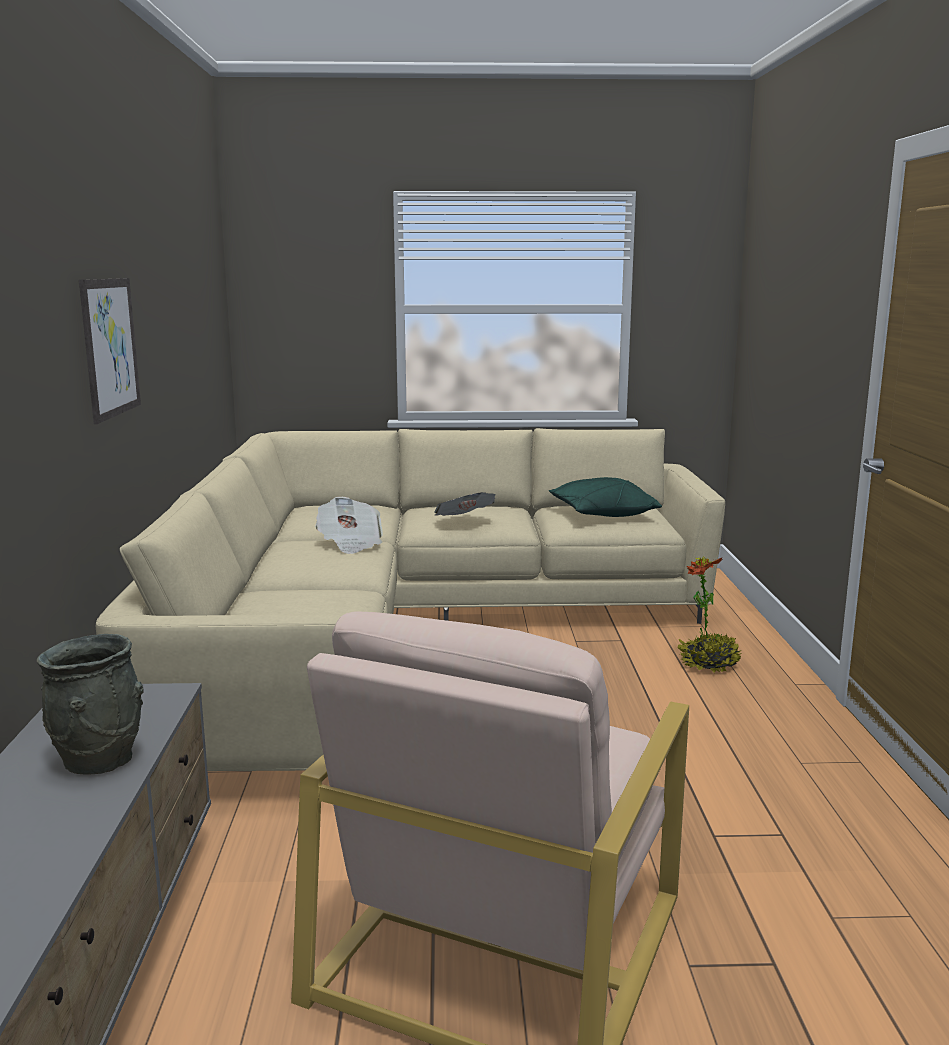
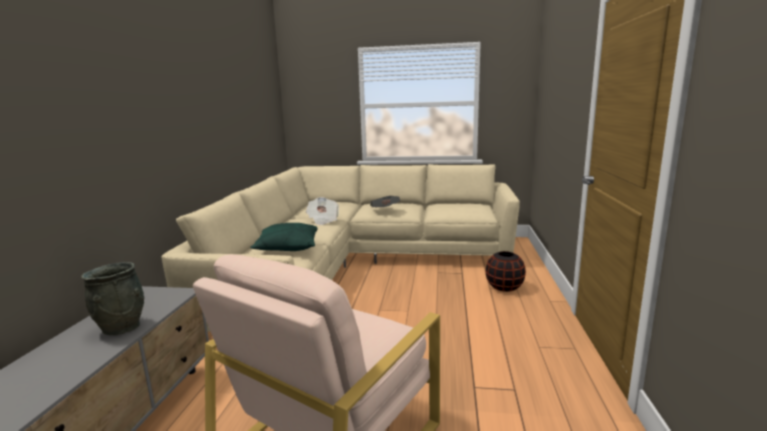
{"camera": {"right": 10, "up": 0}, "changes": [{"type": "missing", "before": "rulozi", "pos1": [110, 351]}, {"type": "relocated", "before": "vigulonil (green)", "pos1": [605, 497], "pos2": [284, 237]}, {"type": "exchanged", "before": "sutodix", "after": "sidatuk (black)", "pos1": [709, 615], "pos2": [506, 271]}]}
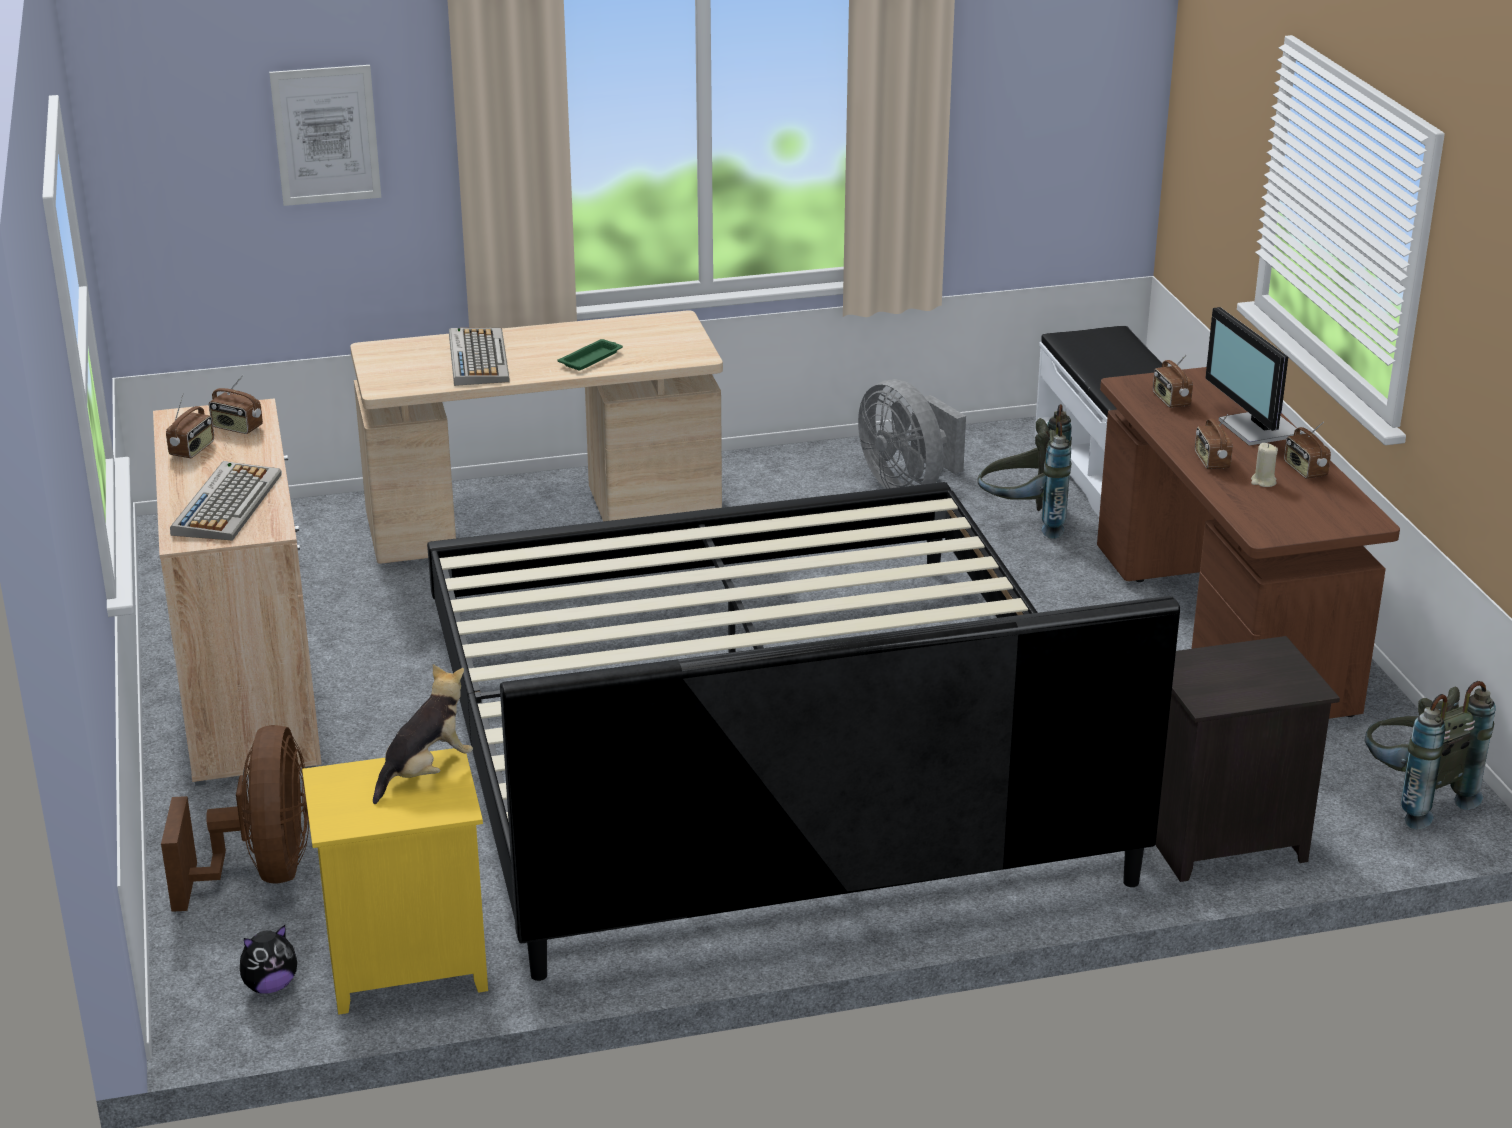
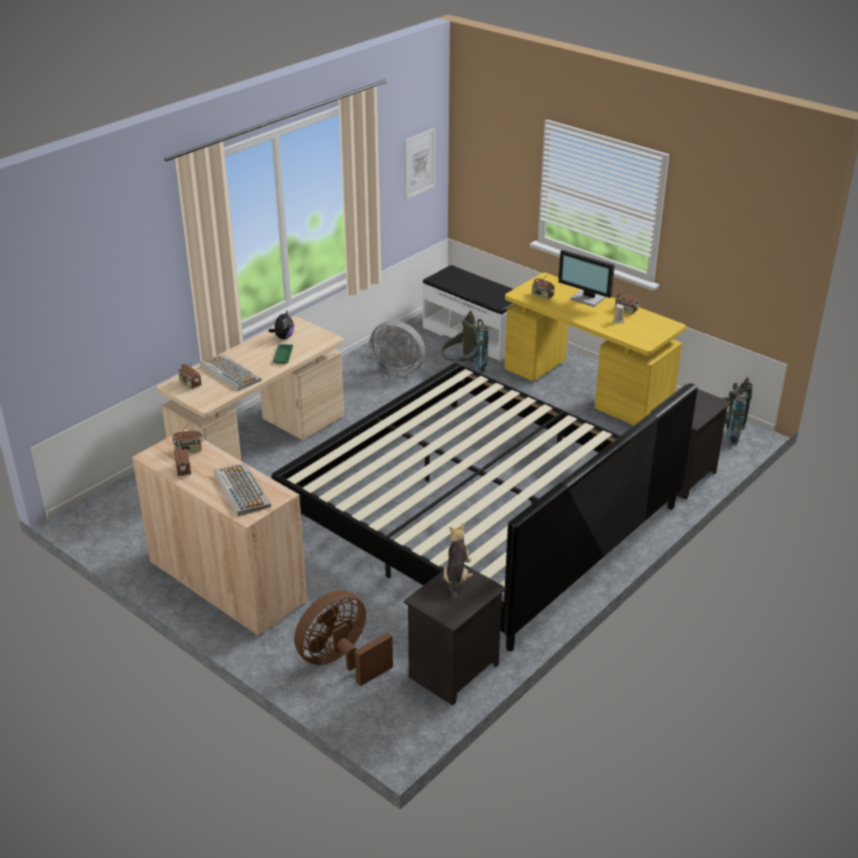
{"camera": {"right": -35, "up": 5}, "changes": [{"type": "spun", "before": "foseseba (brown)", "pos1": [235, 818], "pos2": [343, 638], "turn": -90}, {"type": "relocated", "before": "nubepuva", "pos1": [268, 959], "pos2": [281, 324]}, {"type": "relocated", "before": "rulozi", "pos1": [325, 135], "pos2": [420, 164]}, {"type": "colour", "before": "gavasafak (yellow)", "after": "gavasafak (black)", "pos1": [395, 881], "pos2": [455, 635]}, {"type": "colour", "before": "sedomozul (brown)", "after": "sedomozul (yellow)", "pos1": [1248, 543], "pos2": [595, 349]}, {"type": "relocated", "before": "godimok", "pos1": [1214, 441], "pos2": [189, 375]}]}
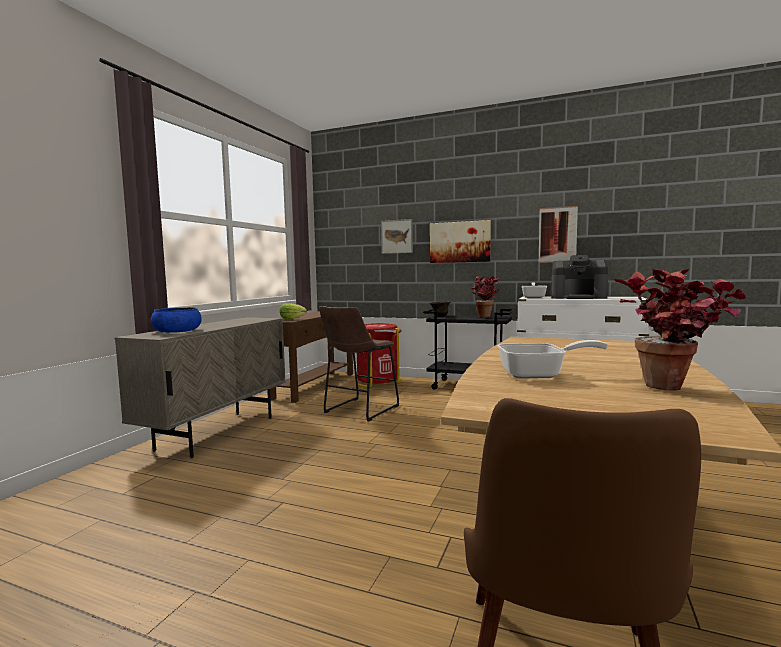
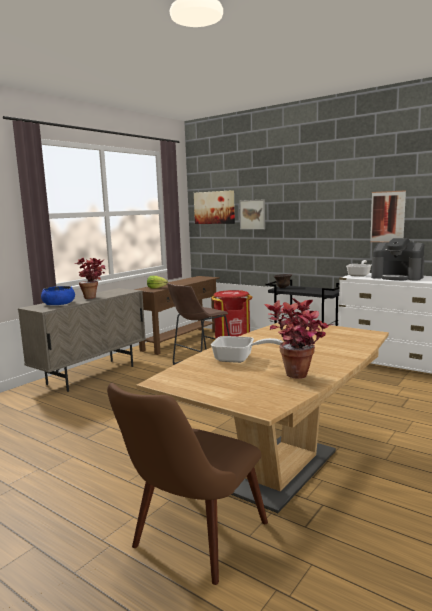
{"camera": {"right": 15, "up": 5}, "changes": [{"type": "relocated", "before": "rulozi", "pos1": [460, 241], "pos2": [214, 207]}, {"type": "relocated", "before": "sutodix", "pos1": [485, 297], "pos2": [89, 278]}]}
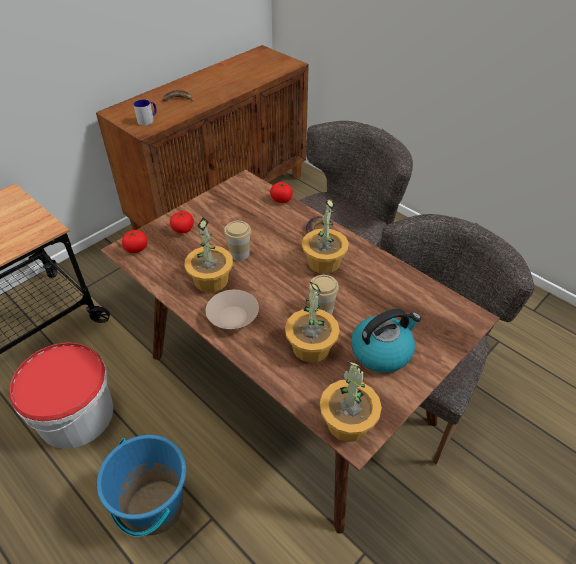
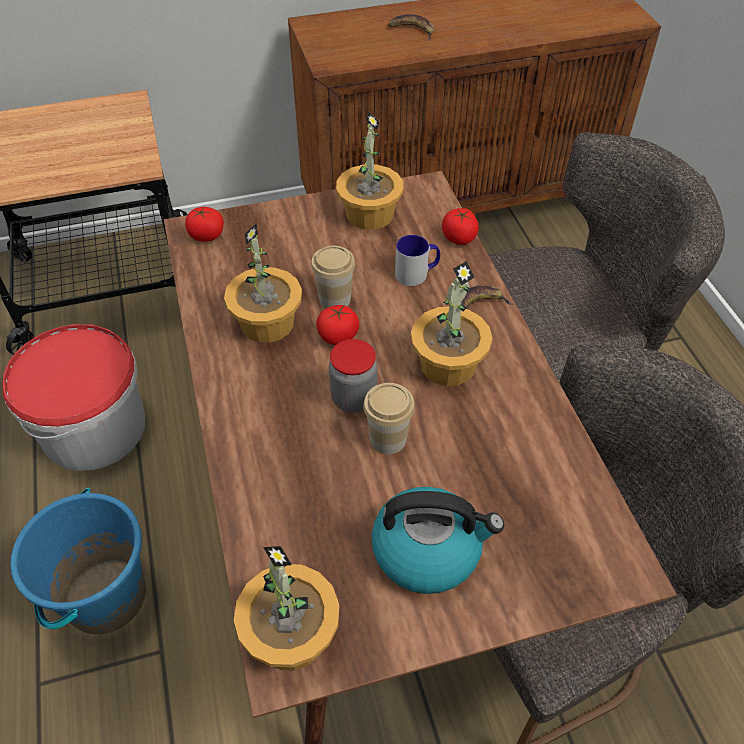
{"camera": {"right": 30, "up": 5}, "changes": [{"type": "relocated", "before": "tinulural", "pos1": [145, 112], "pos2": [417, 260]}, {"type": "relocated", "before": "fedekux", "pos1": [182, 222], "pos2": [337, 325]}, {"type": "missing", "before": "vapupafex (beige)", "pos1": [232, 309]}, {"type": "relocated", "before": "sutodix", "pos1": [312, 322], "pos2": [369, 171]}, {"type": "appeared", "after": "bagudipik", "pos2": [353, 376]}]}
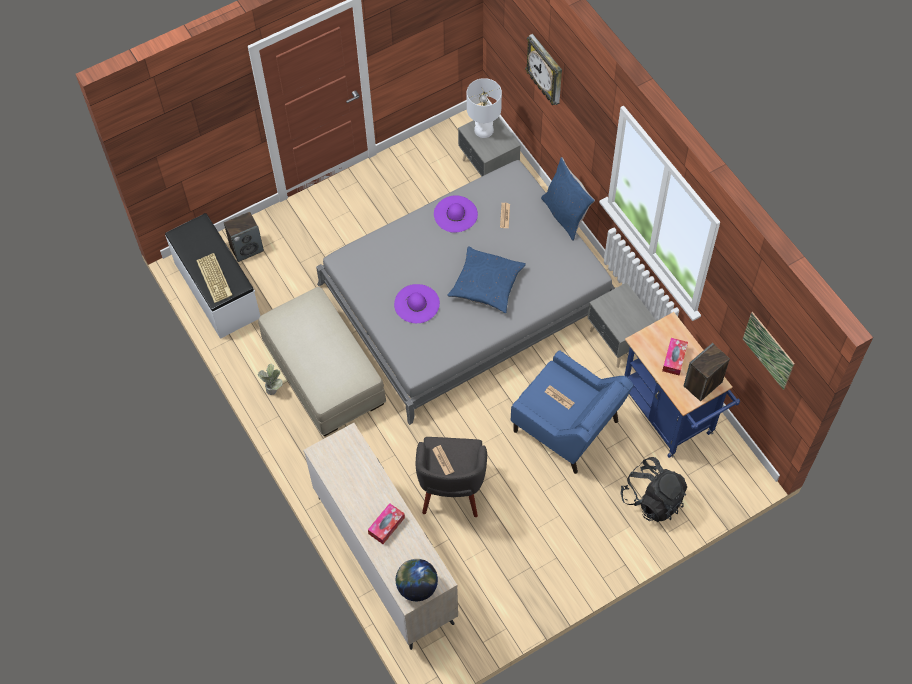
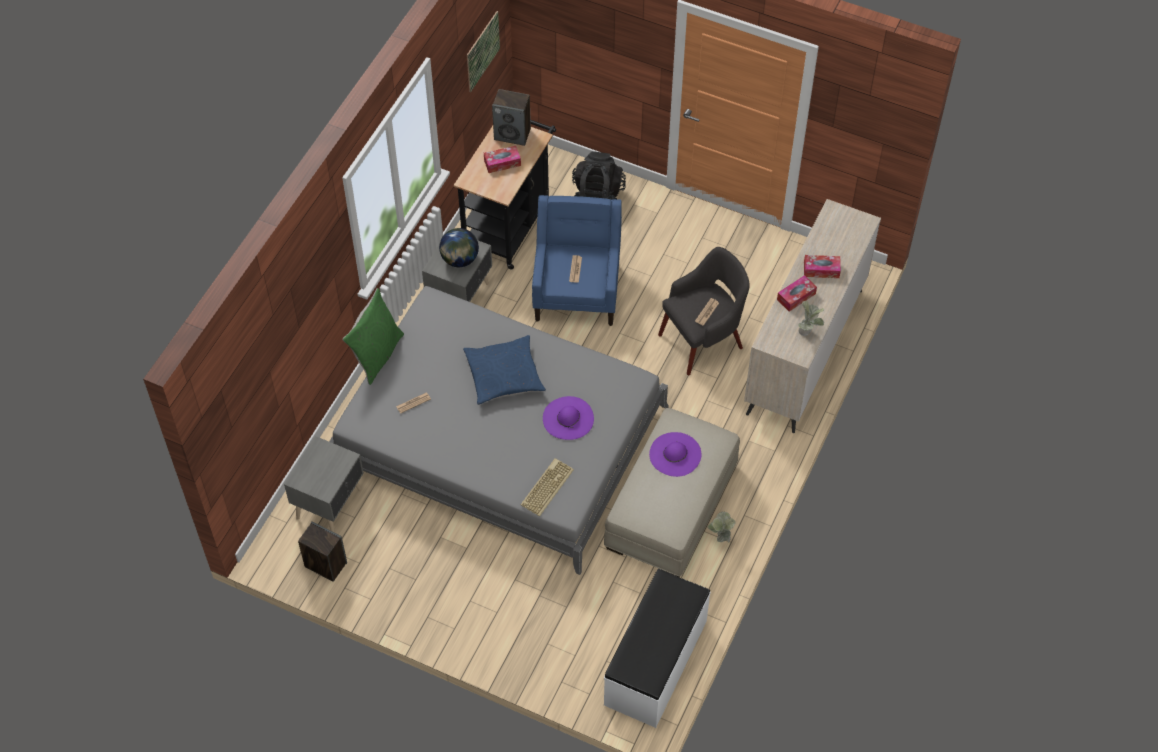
{"camera": {"right": -125, "up": -5}, "changes": [{"type": "relocated", "before": "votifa", "pos1": [214, 278], "pos2": [547, 487]}, {"type": "relocated", "before": "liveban", "pos1": [244, 237], "pos2": [322, 551]}, {"type": "relocated", "before": "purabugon", "pos1": [417, 580], "pos2": [459, 247]}, {"type": "relocated", "before": "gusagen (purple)", "pos1": [456, 214], "pos2": [675, 454]}, {"type": "missing", "before": "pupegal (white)", "pos1": [484, 108]}, {"type": "missing", "before": "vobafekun", "pos1": [543, 69]}, {"type": "colour", "before": "vigulonil (blue)", "after": "vigulonil (green)", "pos1": [568, 199], "pos2": [373, 336]}, {"type": "colour", "before": "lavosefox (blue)", "after": "lavosefox (black)", "pos1": [682, 385], "pos2": [505, 195]}, {"type": "appeared", "after": "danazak", "pos2": [797, 293]}, {"type": "appeared", "after": "sutodix", "pos2": [811, 318]}]}
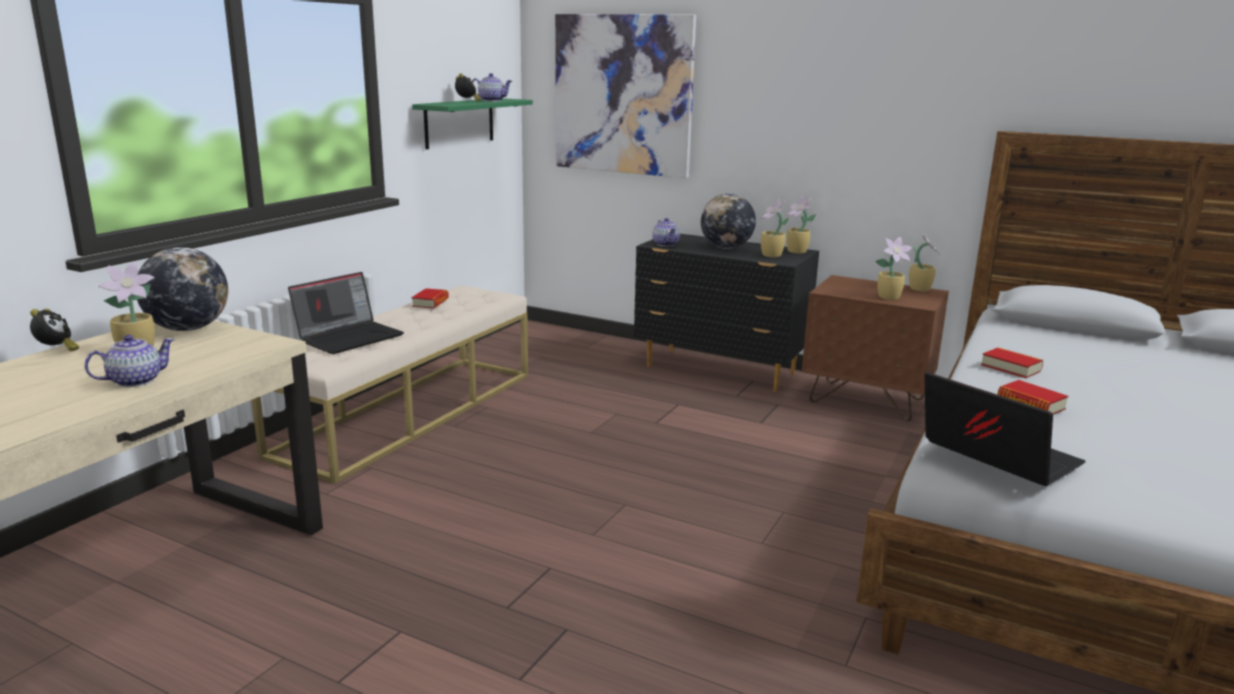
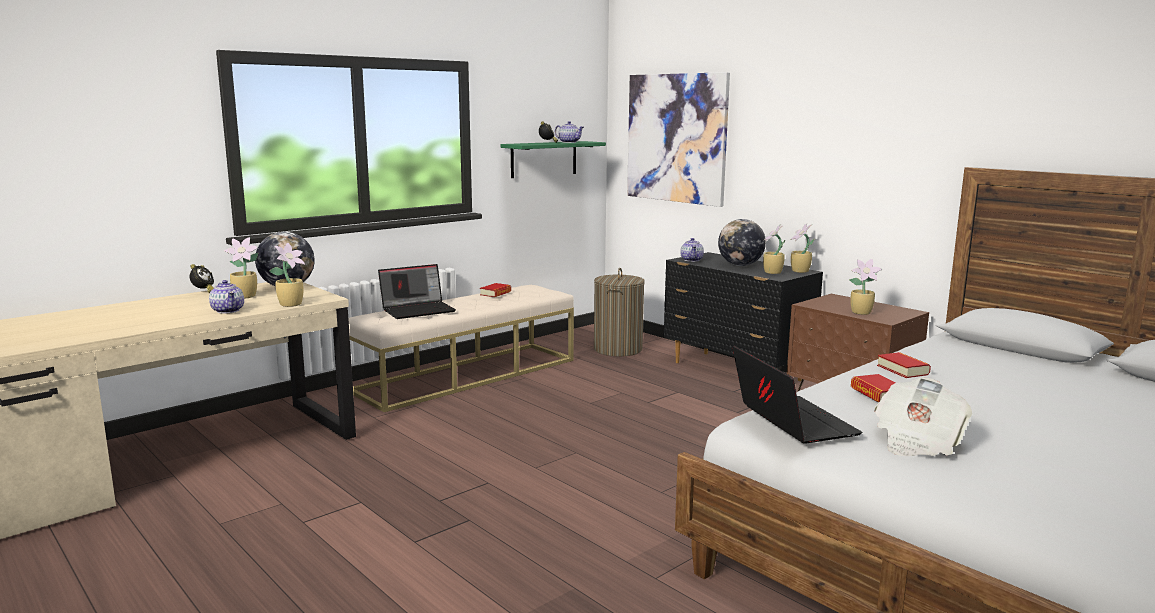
{"camera": {"right": 20, "up": -5}, "changes": [{"type": "spun", "before": "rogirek", "pos1": [129, 361], "pos2": [226, 297], "turn": 75}, {"type": "relocated", "before": "sutodix", "pos1": [924, 260], "pos2": [287, 275]}, {"type": "appeared", "after": "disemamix", "pos2": [619, 312]}, {"type": "appeared", "after": "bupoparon", "pos2": [923, 417]}]}
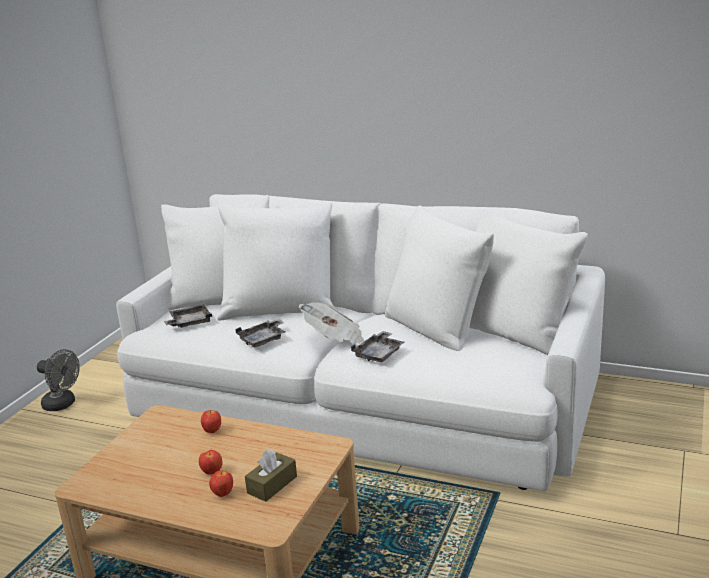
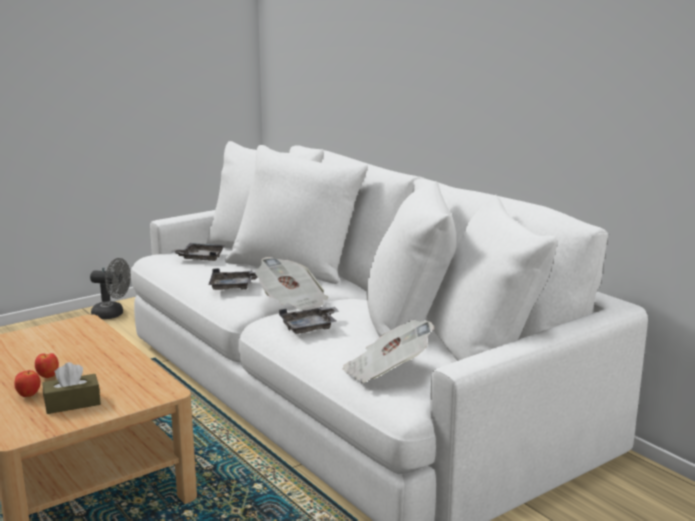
{"camera": {"right": 30, "up": -5}, "changes": [{"type": "spun", "before": "foseseba (grey)", "pos1": [58, 380], "pos2": [110, 288], "turn": -45}, {"type": "missing", "before": "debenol", "pos1": [211, 421]}, {"type": "appeared", "after": "bupoparon", "pos2": [388, 351]}]}
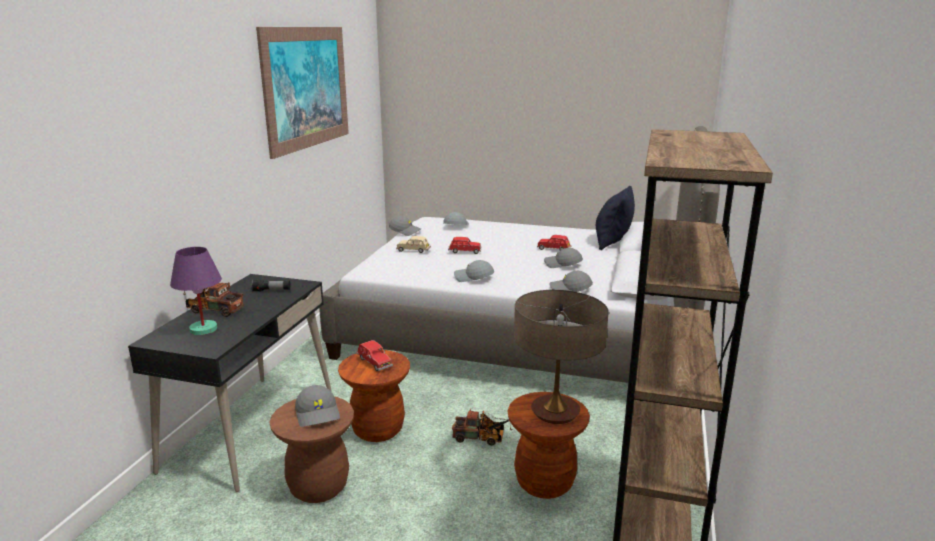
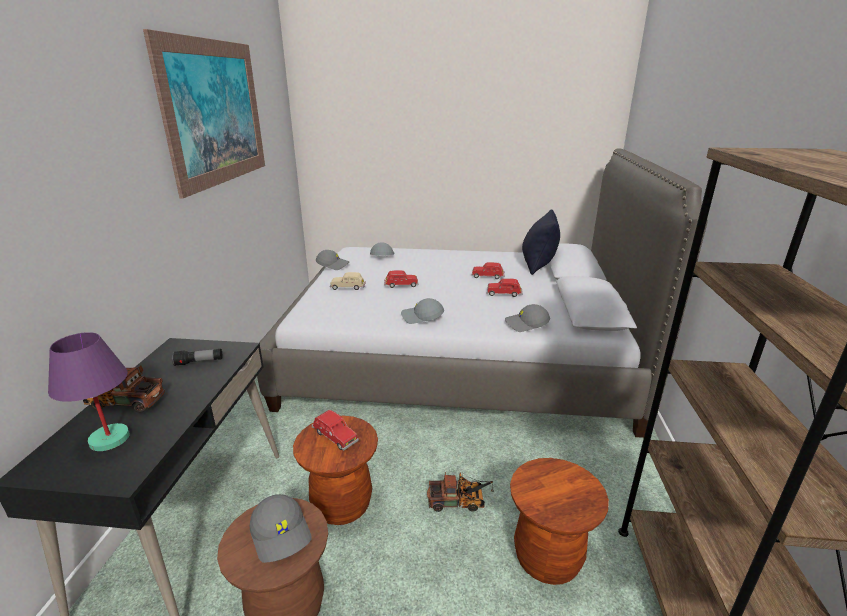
{"camera": {"right": -10, "up": 5}, "changes": [{"type": "missing", "before": "pupegal", "pos1": [561, 357]}, {"type": "exchanged", "before": "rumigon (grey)", "after": "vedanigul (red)", "pos1": [563, 258], "pos2": [505, 287]}]}
